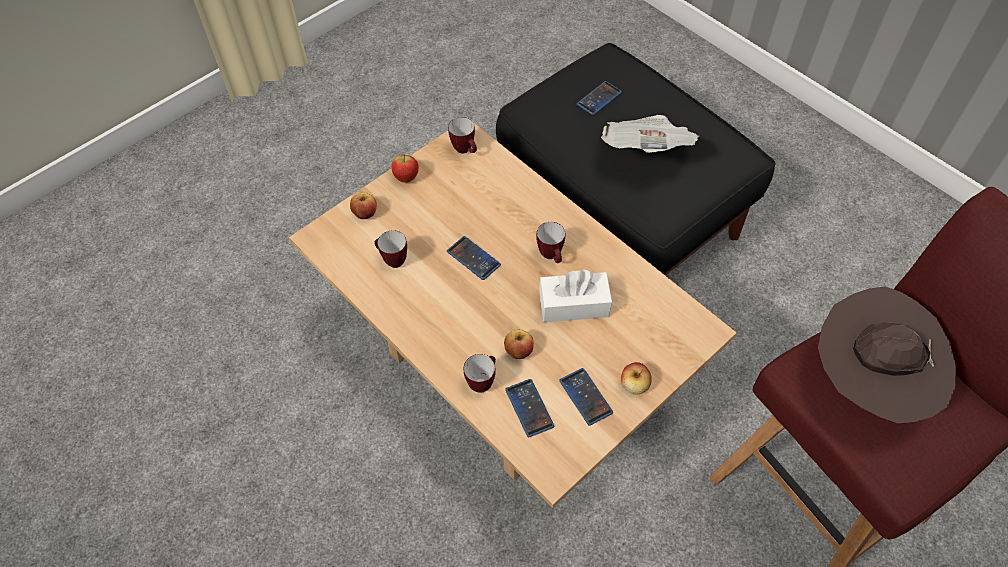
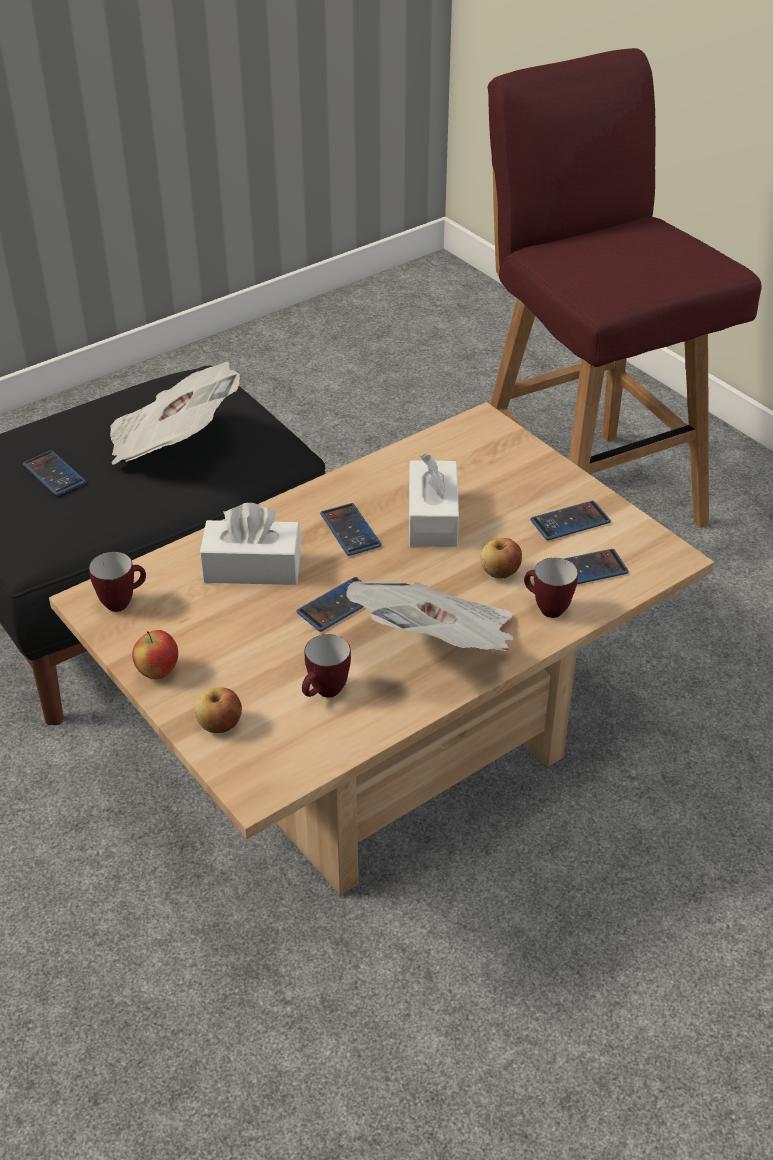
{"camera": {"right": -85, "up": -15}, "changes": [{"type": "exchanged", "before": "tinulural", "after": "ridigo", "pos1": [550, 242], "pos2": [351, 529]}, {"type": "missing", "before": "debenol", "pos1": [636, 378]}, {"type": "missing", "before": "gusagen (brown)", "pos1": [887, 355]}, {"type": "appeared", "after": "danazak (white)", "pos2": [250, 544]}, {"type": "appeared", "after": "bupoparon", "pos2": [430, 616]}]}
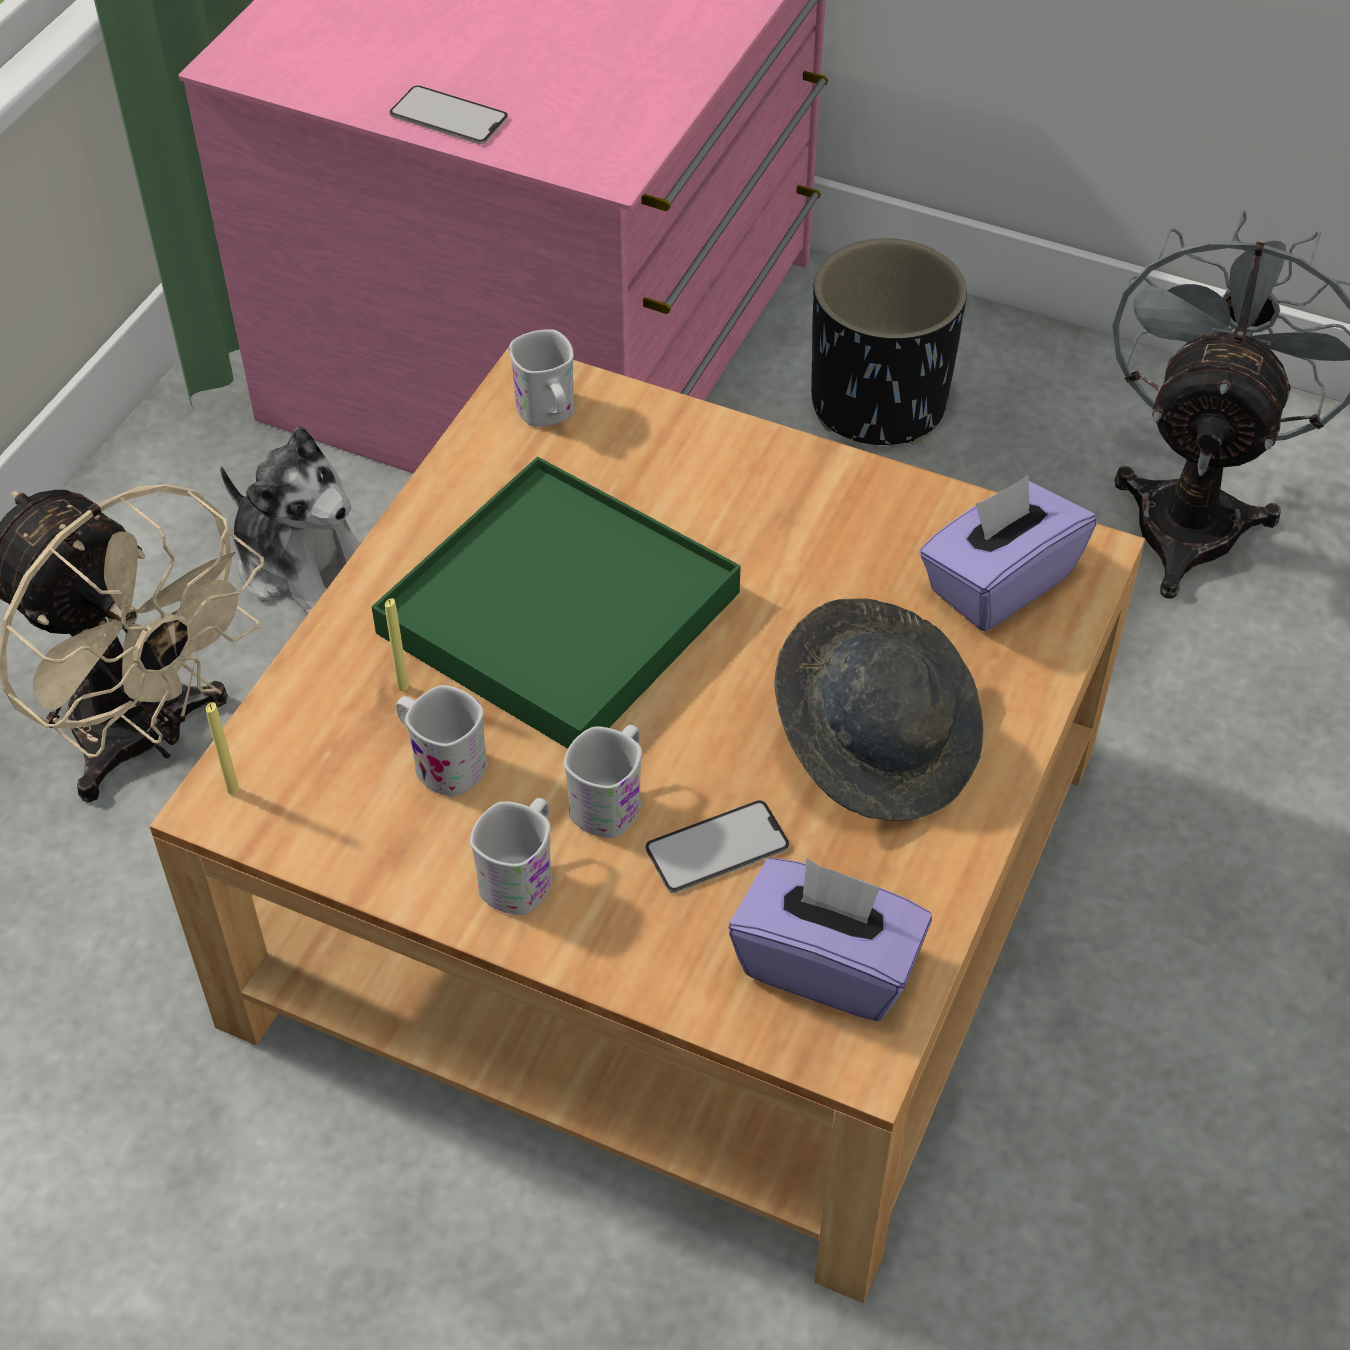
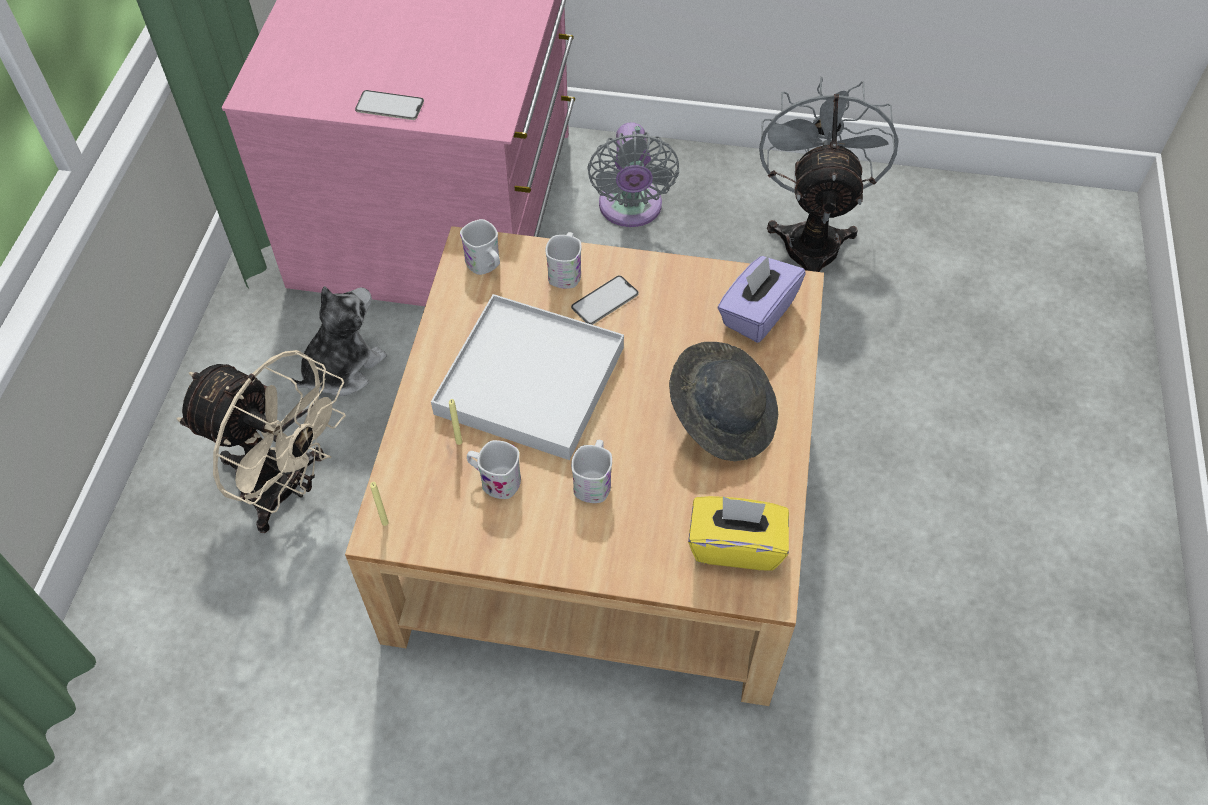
{"camera": {"right": -15, "up": 5}, "changes": [{"type": "spun", "before": "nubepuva", "pos1": [290, 520], "pos2": [339, 341], "turn": -75}, {"type": "colour", "before": "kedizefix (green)", "after": "kedizefix (white)", "pos1": [556, 603], "pos2": [527, 377]}, {"type": "relocated", "before": "tinulural (white)", "pos1": [511, 856], "pos2": [564, 260]}, {"type": "relocated", "before": "ridigo", "pos1": [717, 846], "pos2": [605, 300]}, {"type": "colour", "before": "danazak (purple)", "after": "danazak (yellow)", "pos1": [830, 939], "pos2": [738, 533]}, {"type": "exchanged", "before": "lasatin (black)", "after": "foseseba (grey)", "pos1": [889, 341], "pos2": [633, 174]}]}
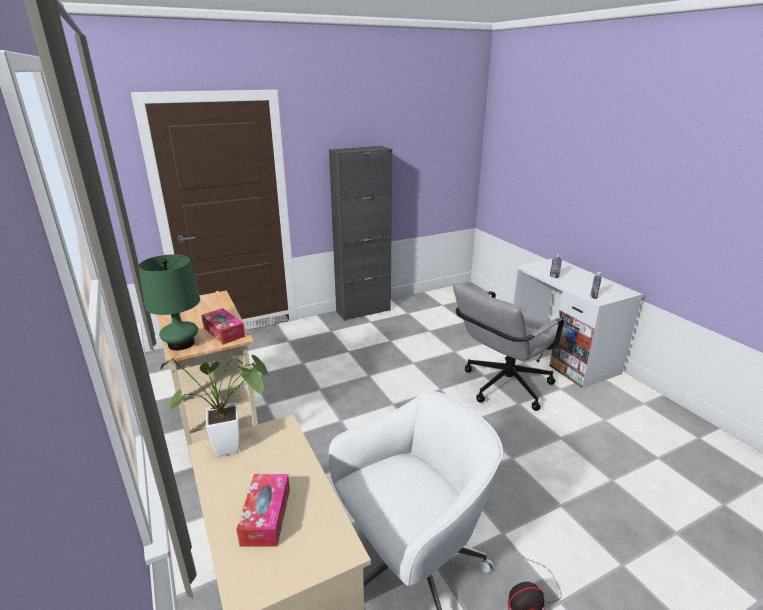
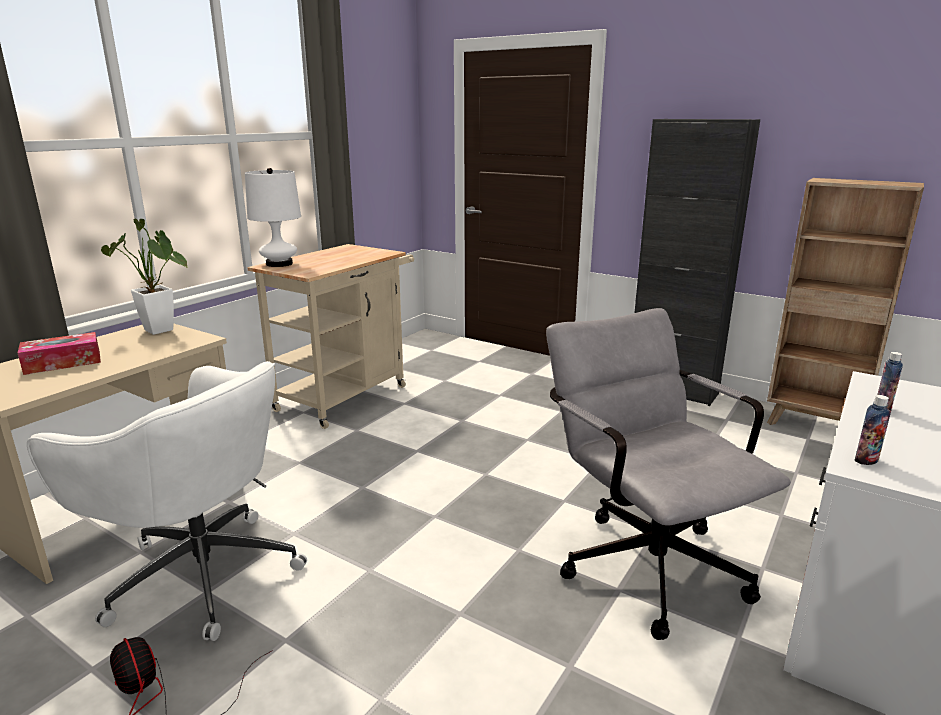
{"camera": {"right": 60, "up": -5}, "changes": [{"type": "colour", "before": "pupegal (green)", "after": "pupegal (white)", "pos1": [169, 302], "pos2": [273, 217]}, {"type": "missing", "before": "danazak", "pos1": [223, 326]}, {"type": "spun", "before": "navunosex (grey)", "pos1": [511, 347], "pos2": [668, 474], "turn": 45}, {"type": "appeared", "after": "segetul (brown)", "pos2": [845, 301]}]}
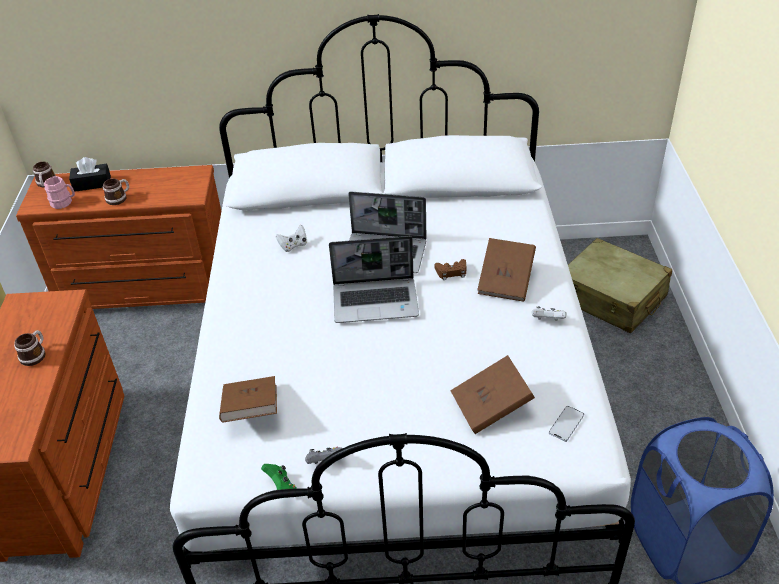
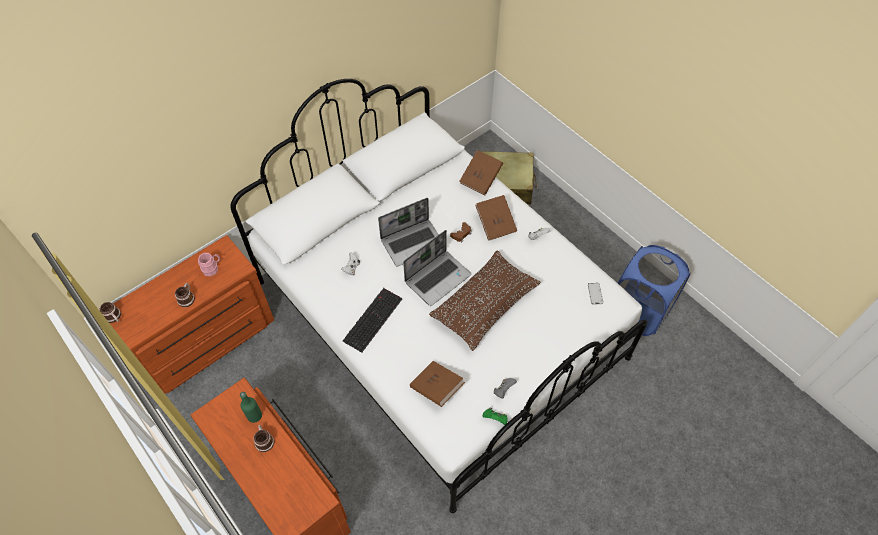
{"camera": {"right": -40, "up": 15}, "changes": [{"type": "relocated", "before": "tinulural (pink)", "pos1": [59, 192], "pos2": [209, 264]}, {"type": "missing", "before": "danazak (black)", "pos1": [90, 174]}, {"type": "relocated", "before": "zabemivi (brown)", "pos1": [492, 394], "pos2": [481, 172]}, {"type": "appeared", "after": "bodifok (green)", "pos2": [251, 407]}, {"type": "appeared", "after": "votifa", "pos2": [372, 320]}, {"type": "appeared", "after": "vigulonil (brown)", "pos2": [484, 300]}]}
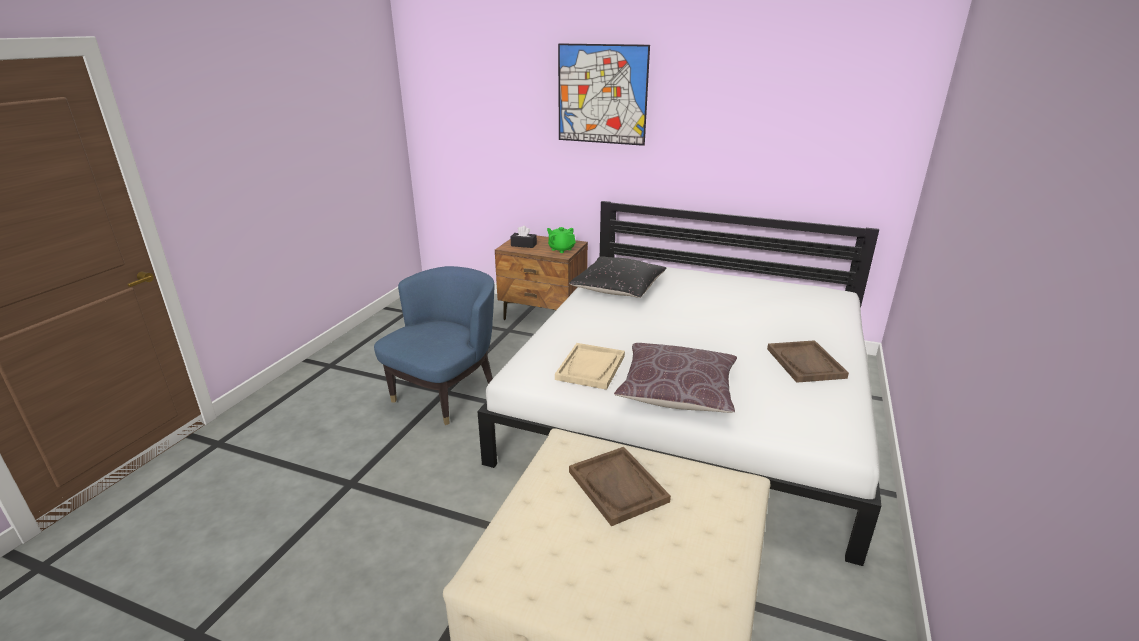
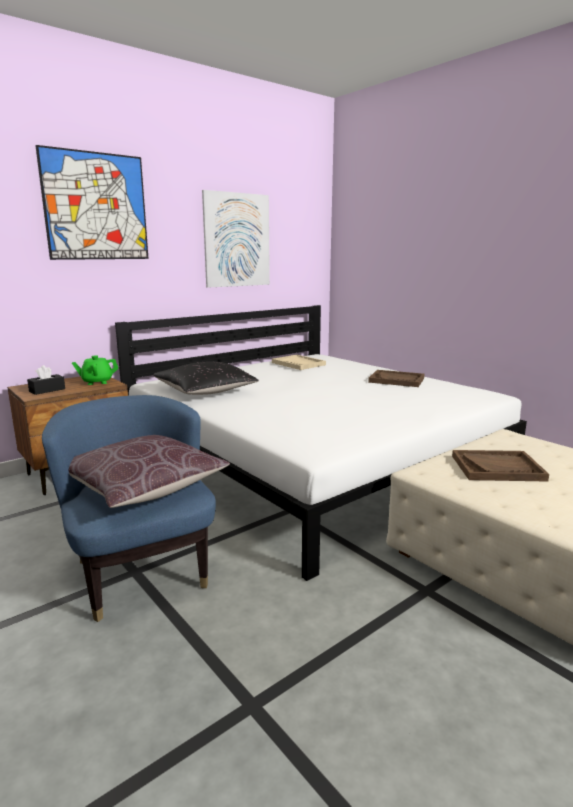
{"camera": {"right": -60, "up": -10}, "changes": [{"type": "relocated", "before": "kedizefix (beige)", "pos1": [590, 366], "pos2": [299, 362]}, {"type": "relocated", "before": "vigulonil (brown)", "pos1": [675, 378], "pos2": [149, 471]}, {"type": "appeared", "after": "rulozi", "pos2": [236, 239]}]}
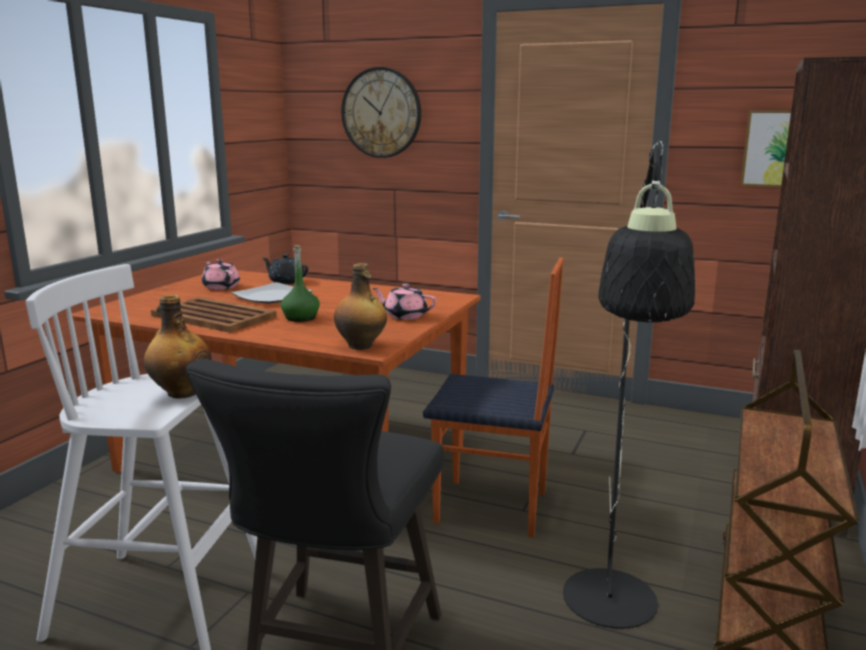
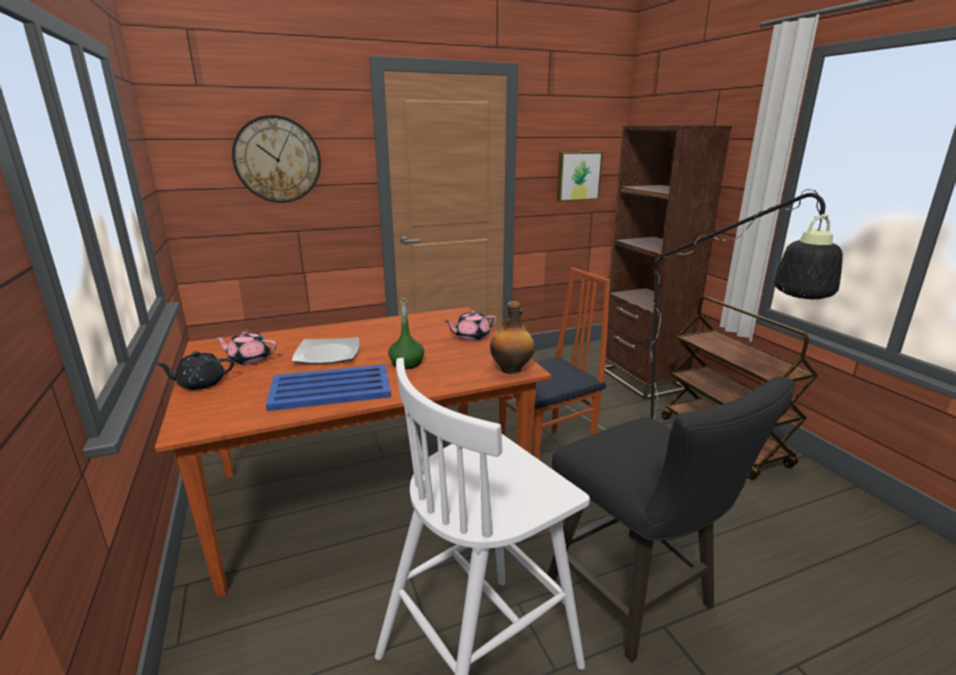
{"camera": {"right": -45, "up": 5}, "changes": [{"type": "missing", "before": "bodifok", "pos1": [177, 347]}, {"type": "colour", "before": "kedizefix (brown)", "after": "kedizefix (blue)", "pos1": [214, 315], "pos2": [328, 387]}, {"type": "relocated", "before": "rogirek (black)", "pos1": [285, 269], "pos2": [194, 370]}]}
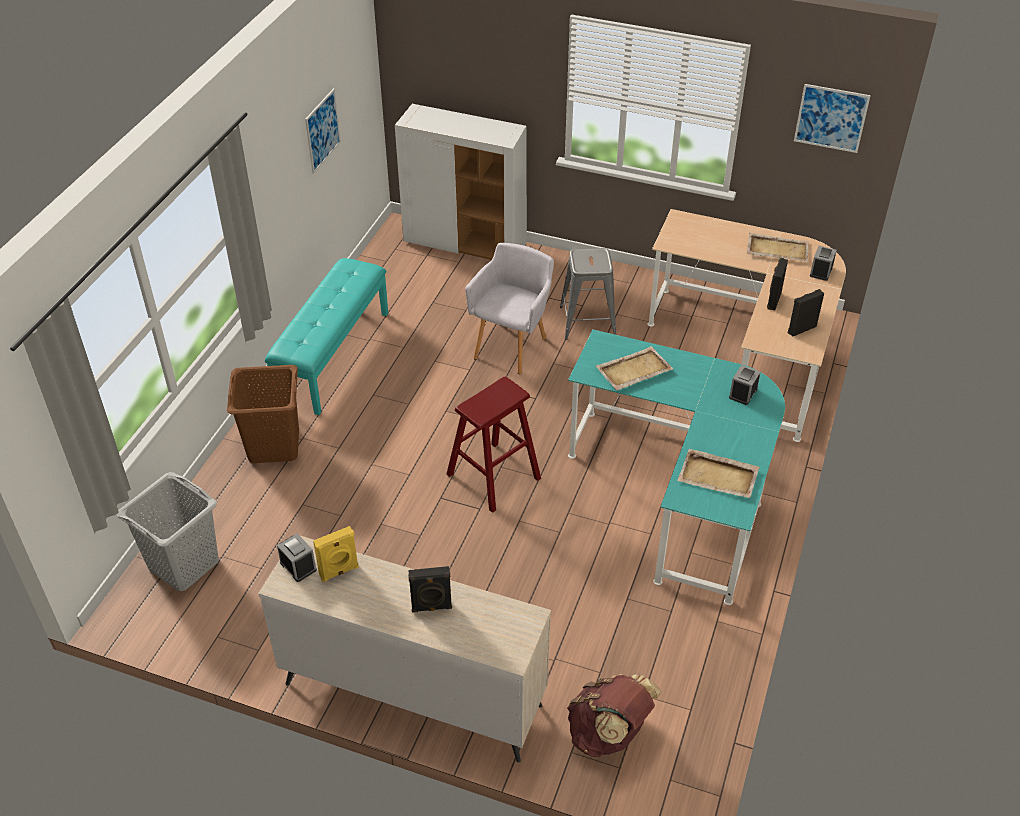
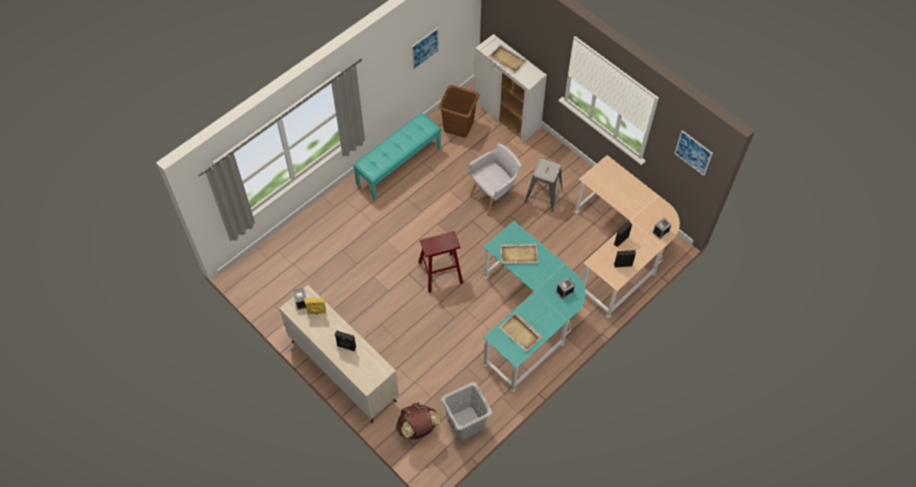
{"camera": {"right": 25, "up": 15}, "changes": [{"type": "relocated", "before": "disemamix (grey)", "pos1": [168, 531], "pos2": [466, 411]}, {"type": "relocated", "before": "disemamix (brown)", "pos1": [263, 414], "pos2": [459, 111]}, {"type": "relocated", "before": "kedizefix (beige)", "pos1": [778, 247], "pos2": [507, 58]}]}
